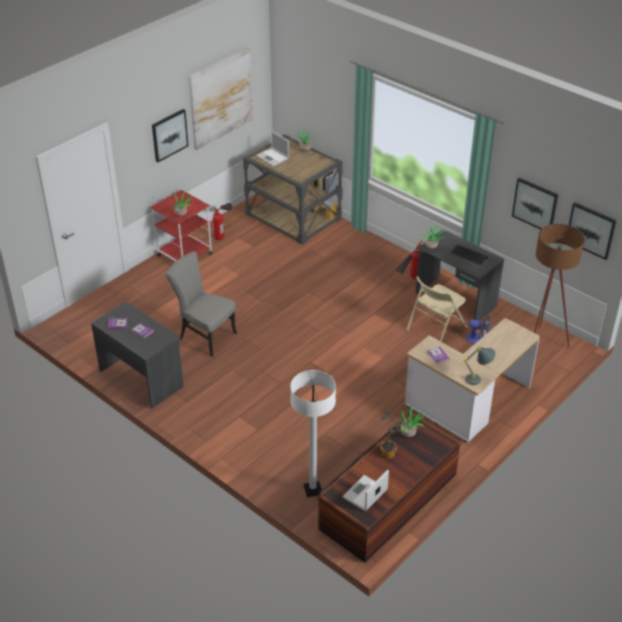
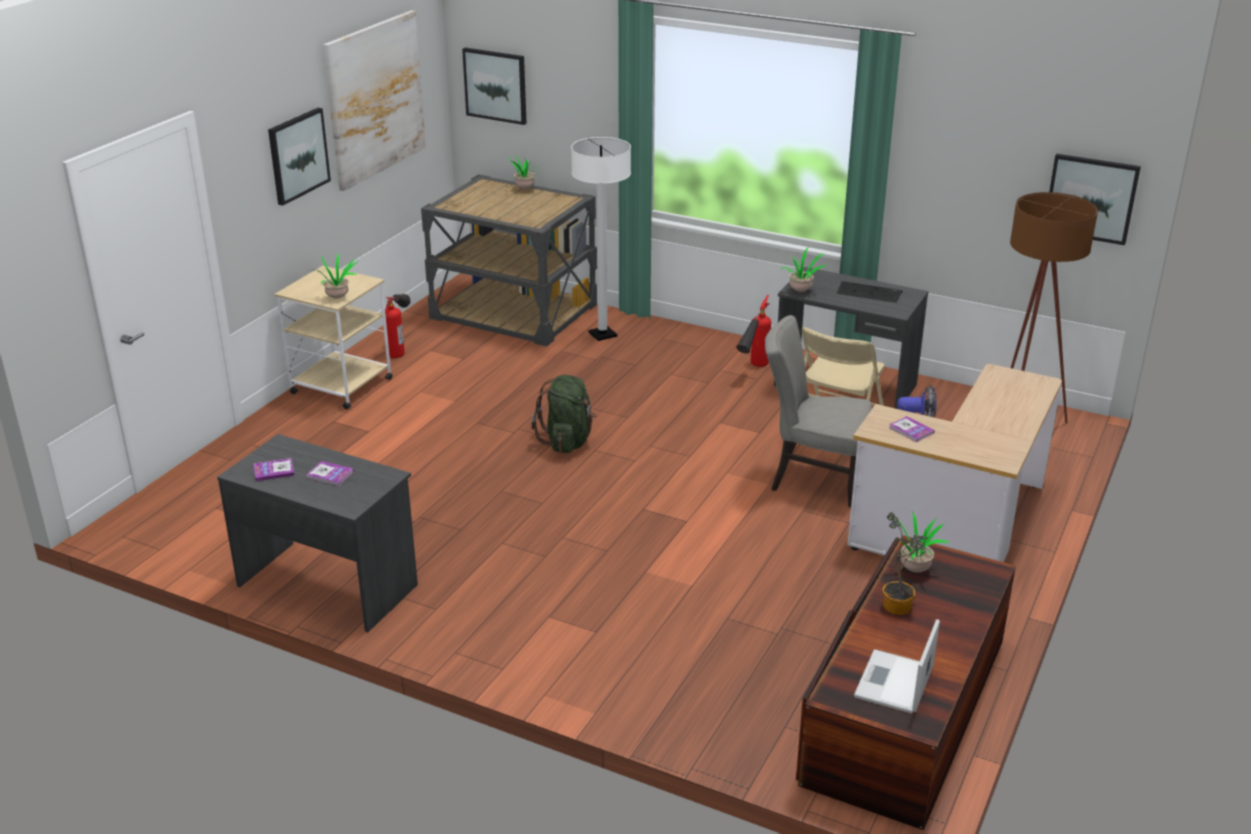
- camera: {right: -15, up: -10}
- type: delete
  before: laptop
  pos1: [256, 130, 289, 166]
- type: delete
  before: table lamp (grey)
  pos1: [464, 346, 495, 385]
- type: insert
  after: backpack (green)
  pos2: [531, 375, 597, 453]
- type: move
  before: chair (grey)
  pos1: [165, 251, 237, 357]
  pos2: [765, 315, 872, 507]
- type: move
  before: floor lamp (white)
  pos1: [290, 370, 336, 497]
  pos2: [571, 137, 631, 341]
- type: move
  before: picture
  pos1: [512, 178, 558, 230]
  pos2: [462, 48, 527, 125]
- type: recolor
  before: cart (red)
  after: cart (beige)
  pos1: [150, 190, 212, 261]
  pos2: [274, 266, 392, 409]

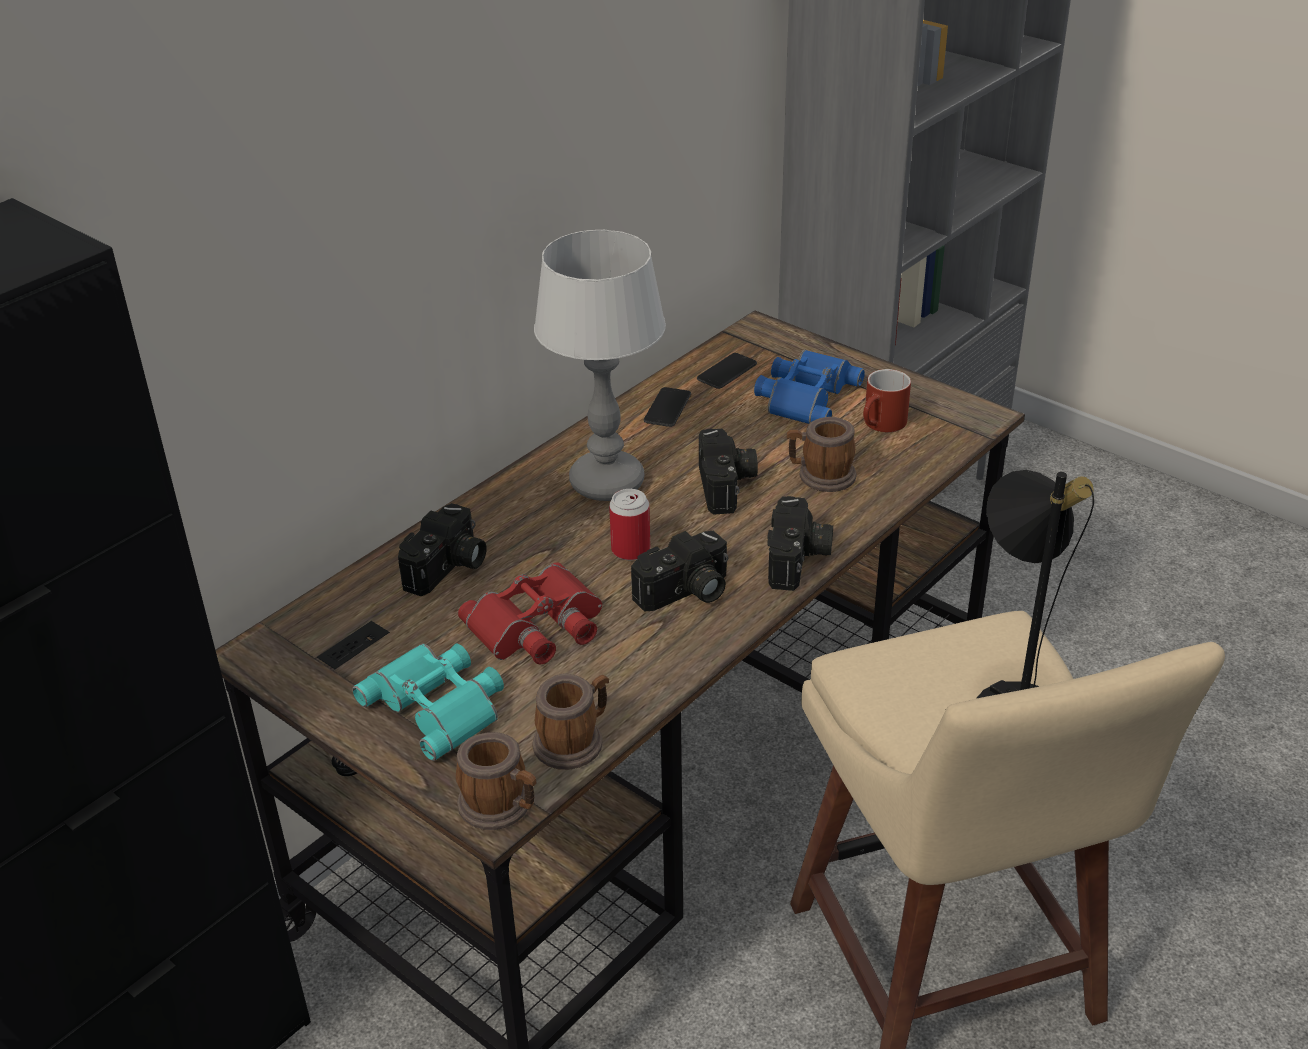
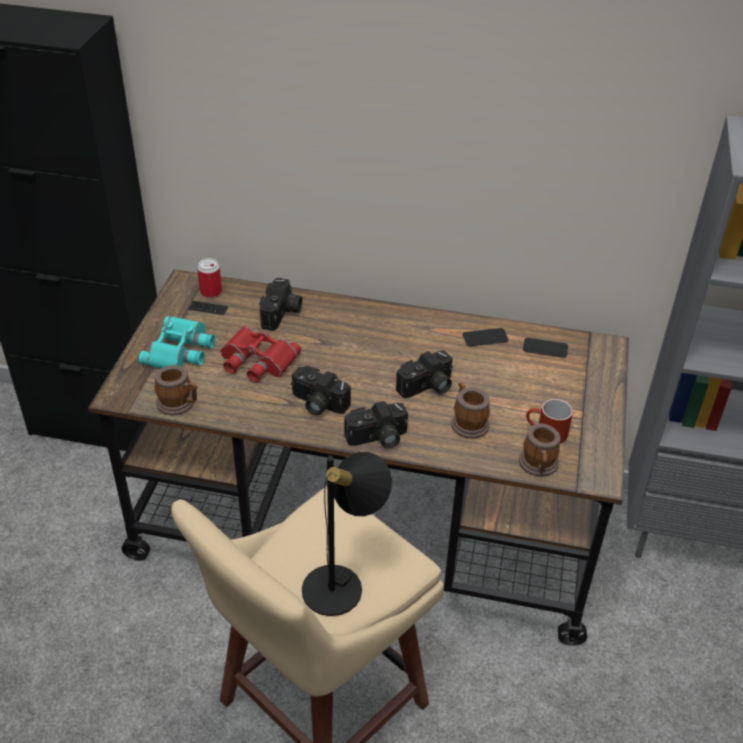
- camera: {right: 60, up: 5}
- type: delete
  before: table lamp
  pos1: [534, 230, 666, 501]
- type: delete
  before: binoculars (blue)
  pos1: [754, 350, 865, 424]
- type: move
  before: mug
  pos1: [456, 732, 536, 830]
  pos2: [519, 423, 561, 477]
- type: move
  before: can
  pos1: [609, 489, 650, 560]
  pos2: [197, 258, 222, 298]
- type: rotate
  before: photo camera
  pos1: [398, 503, 487, 596]
  pos2: [259, 278, 302, 331]
  turn: -75

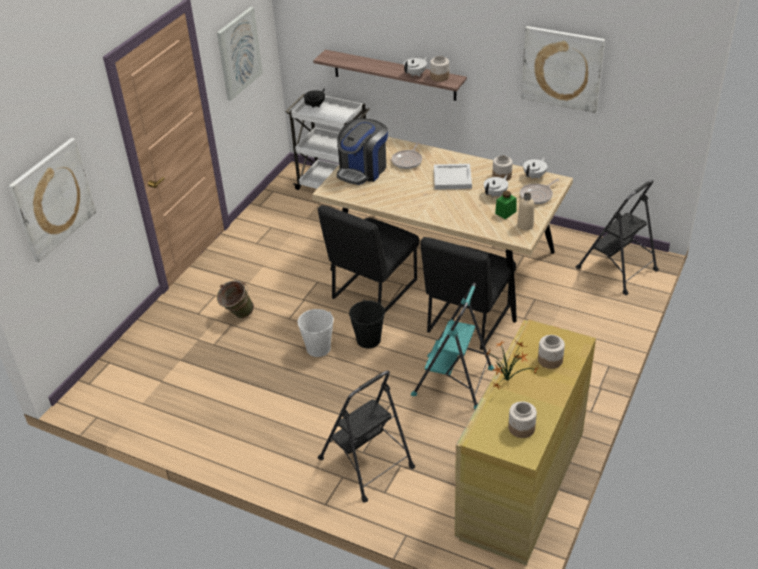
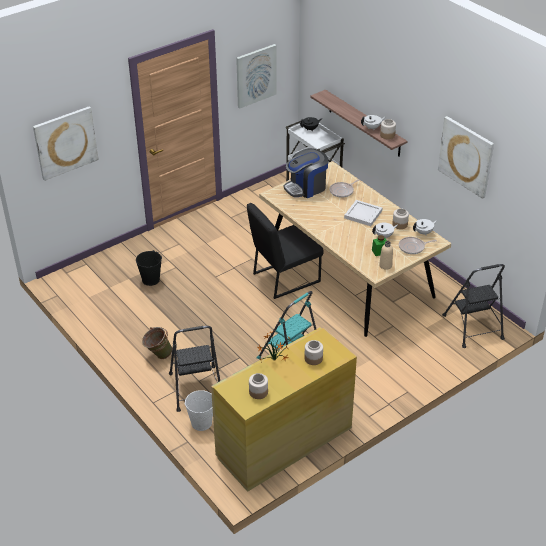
- camera: {right: 25, up: 0}
- type: delete
  before: chair (black)
  pos1: [420, 237, 516, 350]
- type: move
  before: bucket (green)
  pos1: [217, 280, 254, 318]
  pos2: [142, 327, 172, 359]
- type: move
  before: bucket (white)
  pos1: [298, 309, 334, 357]
  pos2: [185, 390, 213, 431]
- type: move
  before: bucket (black)
  pos1: [349, 299, 385, 348]
  pos2: [136, 251, 162, 286]

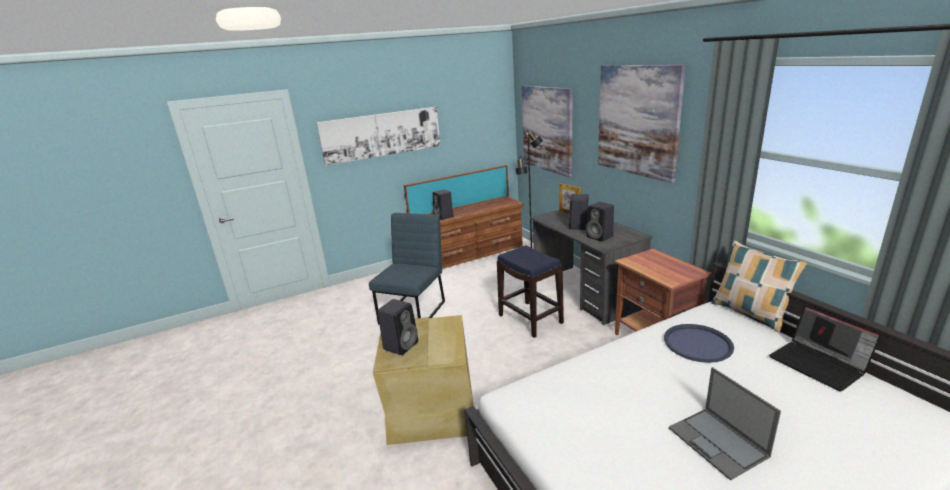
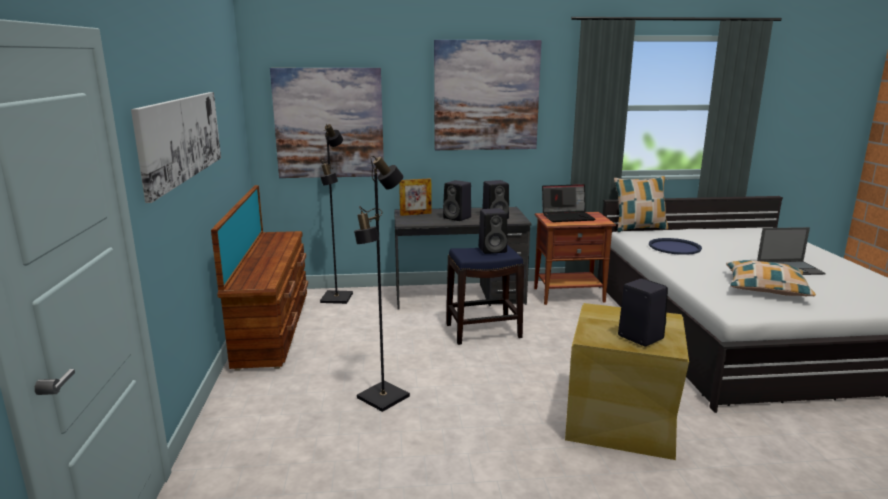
- camera: {right: -70, up: -5}
- type: insert
  after: pillow
  pos2: [726, 260, 816, 296]
- type: move
  before: speaker (black)
  pos1: [433, 189, 454, 220]
  pos2: [479, 208, 507, 254]
- type: move
  before: laptop
  pos1: [769, 305, 881, 391]
  pos2: [542, 184, 595, 222]
- type: replace
  before: chair (blue)
  after: floor lamp (black)
  pos1: [369, 213, 445, 324]
  pos2: [354, 156, 410, 412]

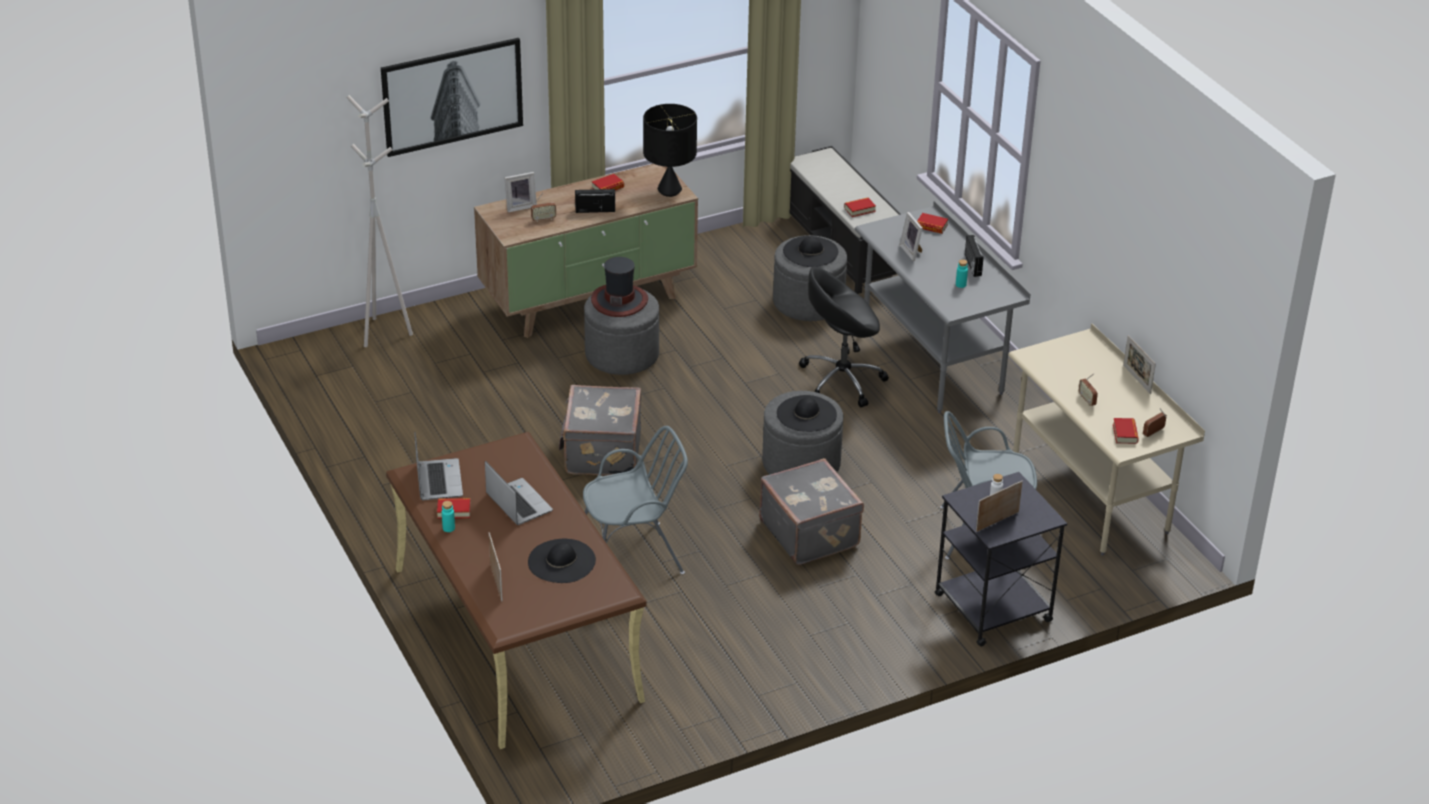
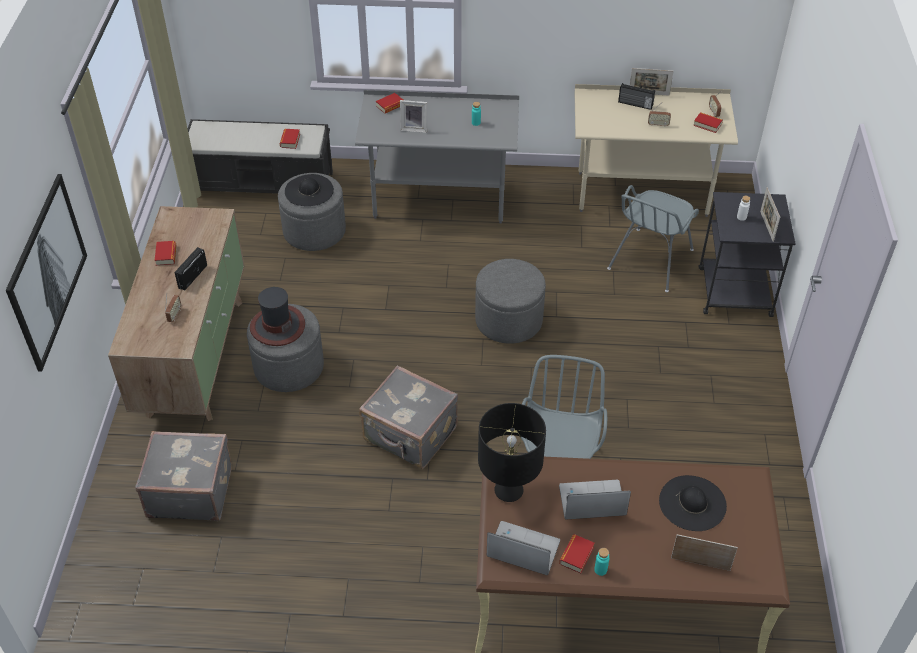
- camera: {right: -60, up: 10}
- type: delete
  before: clothes rack (grey)
  pos1: [347, 95, 413, 347]
- type: delete
  before: picture frame
  pos1: [504, 172, 537, 212]
- type: delete
  before: hat (black)
  pos1: [777, 395, 837, 432]
- type: delete
  before: office chair (black)
  pos1: [799, 267, 889, 407]
- type: move
  before: table lamp (black)
  pos1: [643, 104, 697, 197]
  pos2: [478, 403, 546, 502]
- type: move
  before: suitcase (grey)
  pos1: [759, 458, 864, 565]
  pos2: [135, 431, 232, 521]
- type: move
  before: radio
  pos1: [965, 235, 984, 277]
  pos2: [618, 83, 655, 110]

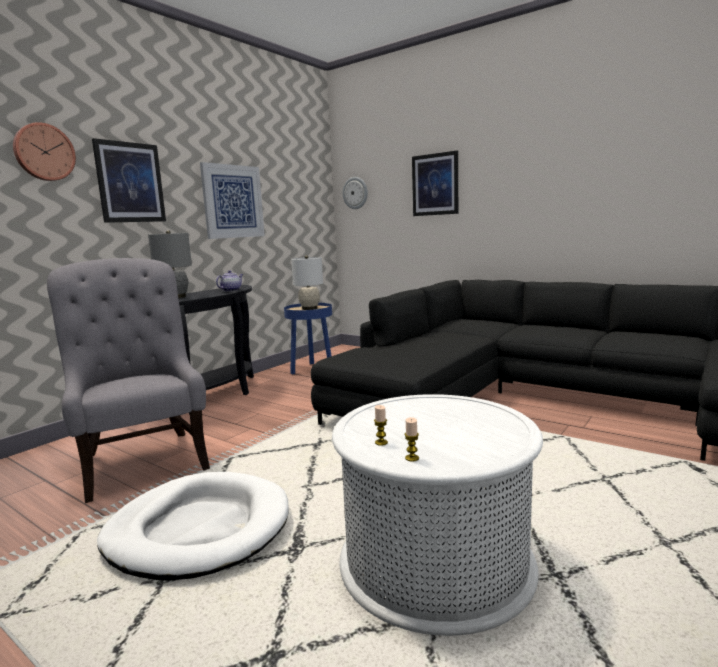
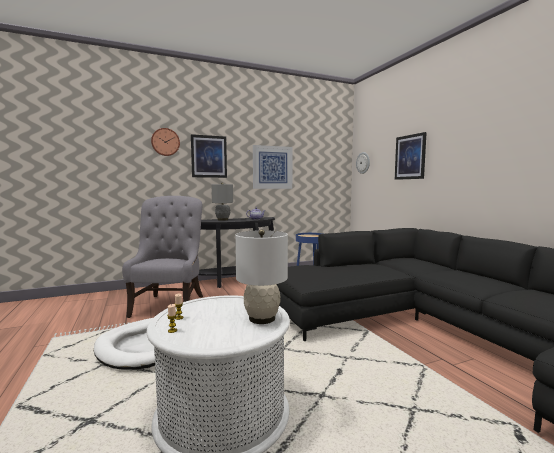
- camera: {right: 30, up: -5}
- type: move
  before: table lamp (white)
  pos1: [291, 255, 323, 310]
  pos2: [235, 229, 288, 324]

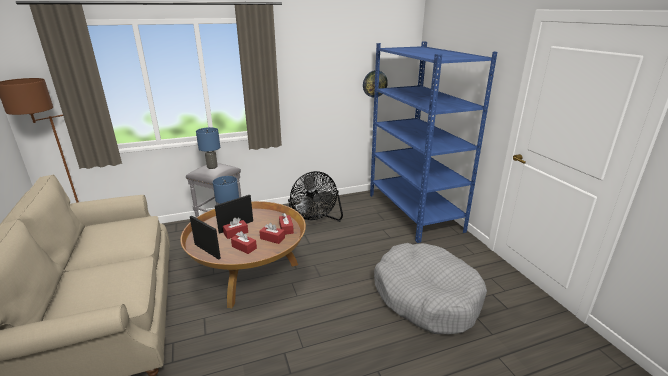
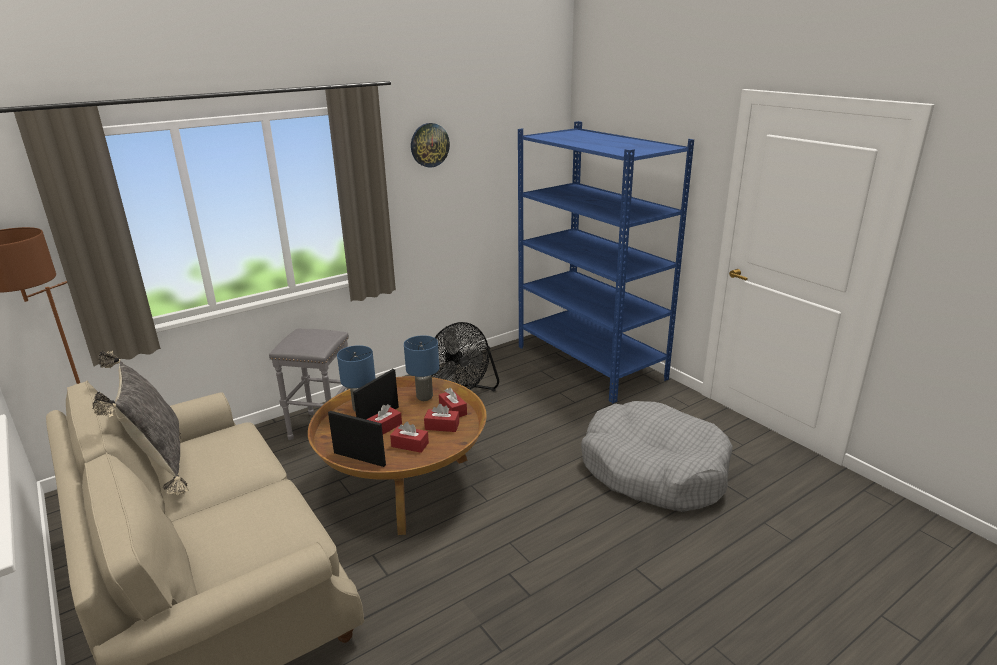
- camera: {right: -15, up: 0}
- type: insert
  after: pillow
  pos2: [93, 351, 189, 495]
- type: move
  before: table lamp (blue)
  pos1: [196, 127, 220, 169]
  pos2: [404, 335, 439, 401]
- type: move
  before: wall clock
  pos1: [363, 70, 388, 98]
  pos2: [411, 123, 450, 168]

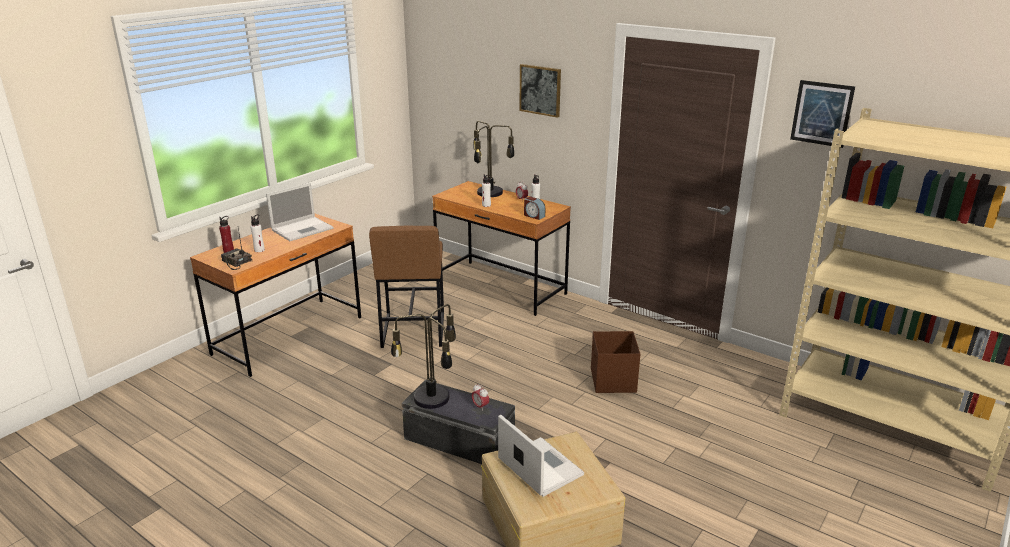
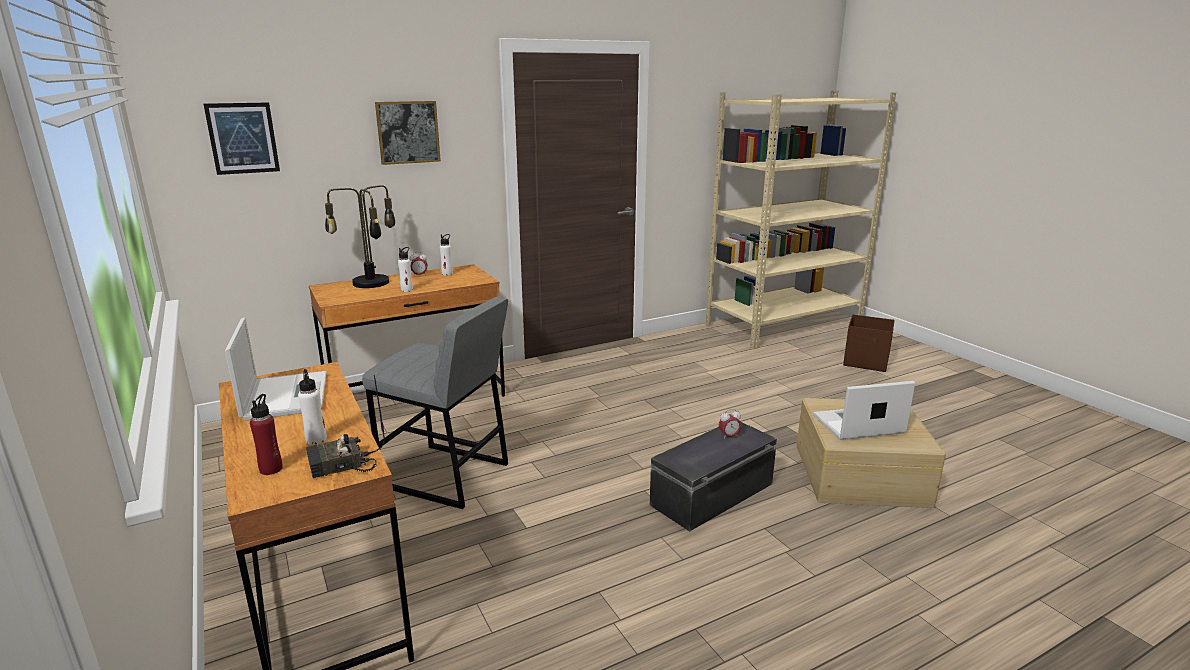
- camera: {right: -65, up: -5}
- type: delete
  before: table lamp
  pos1: [391, 304, 456, 409]
- type: delete
  before: alarm clock
  pos1: [524, 197, 545, 220]
- type: move
  before: storage box (brown)
  pos1: [591, 331, 640, 393]
  pos2: [843, 314, 895, 372]
- type: move
  before: picture
  pos1: [790, 80, 855, 148]
  pos2: [204, 102, 280, 175]
- type: recolor
  before: chair (brown)
  after: chair (grey)
  pos1: [369, 226, 444, 348]
  pos2: [362, 296, 508, 509]

